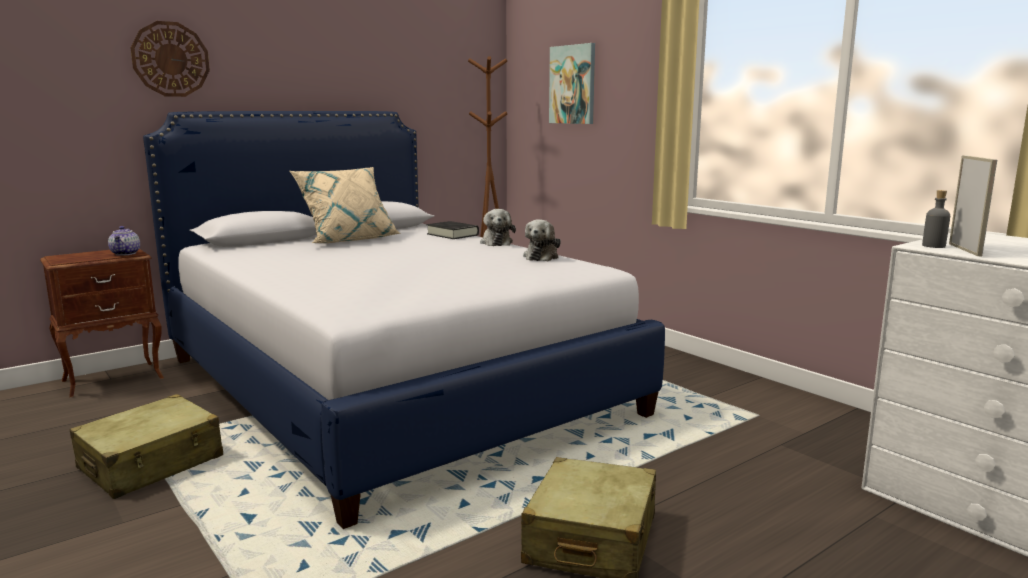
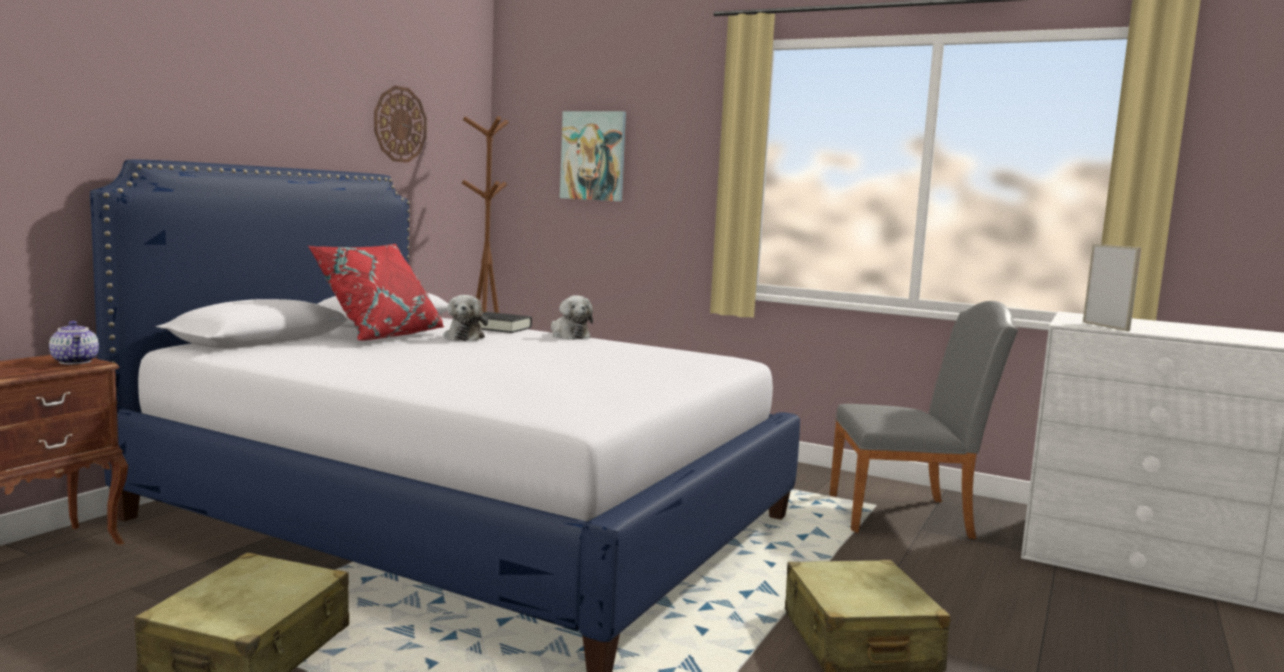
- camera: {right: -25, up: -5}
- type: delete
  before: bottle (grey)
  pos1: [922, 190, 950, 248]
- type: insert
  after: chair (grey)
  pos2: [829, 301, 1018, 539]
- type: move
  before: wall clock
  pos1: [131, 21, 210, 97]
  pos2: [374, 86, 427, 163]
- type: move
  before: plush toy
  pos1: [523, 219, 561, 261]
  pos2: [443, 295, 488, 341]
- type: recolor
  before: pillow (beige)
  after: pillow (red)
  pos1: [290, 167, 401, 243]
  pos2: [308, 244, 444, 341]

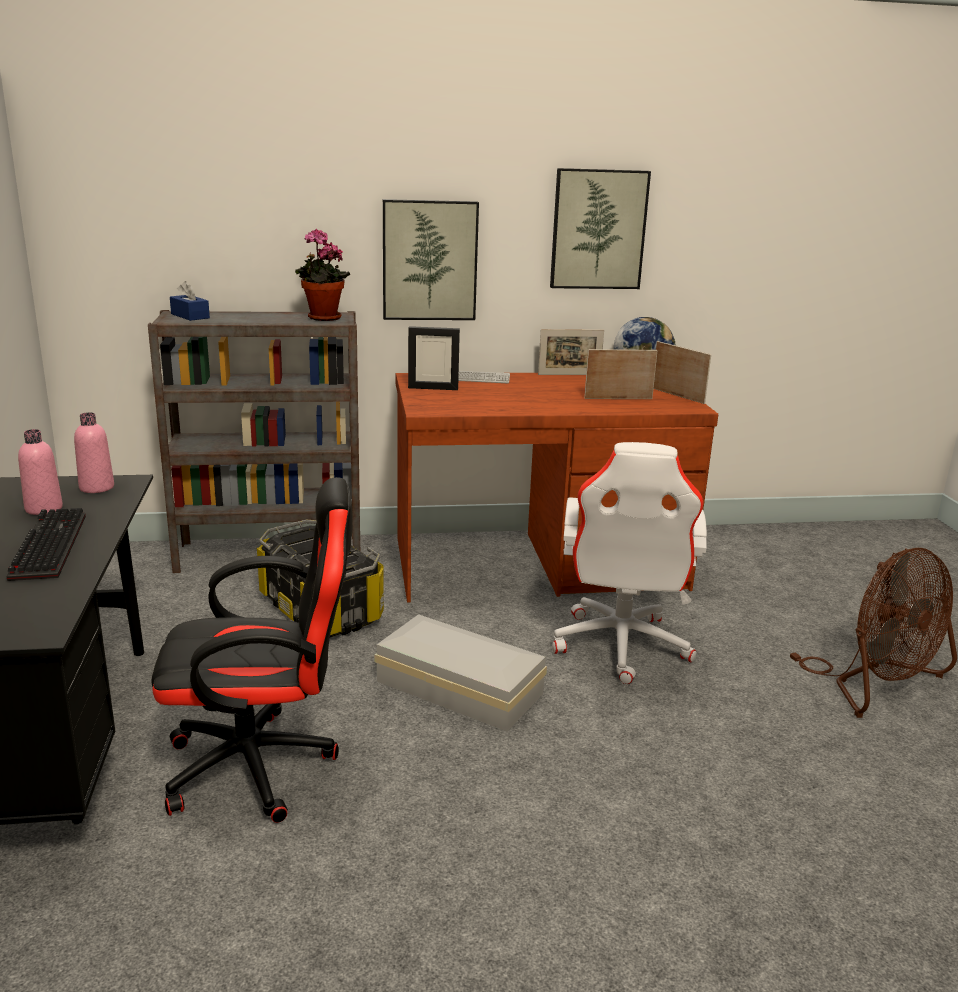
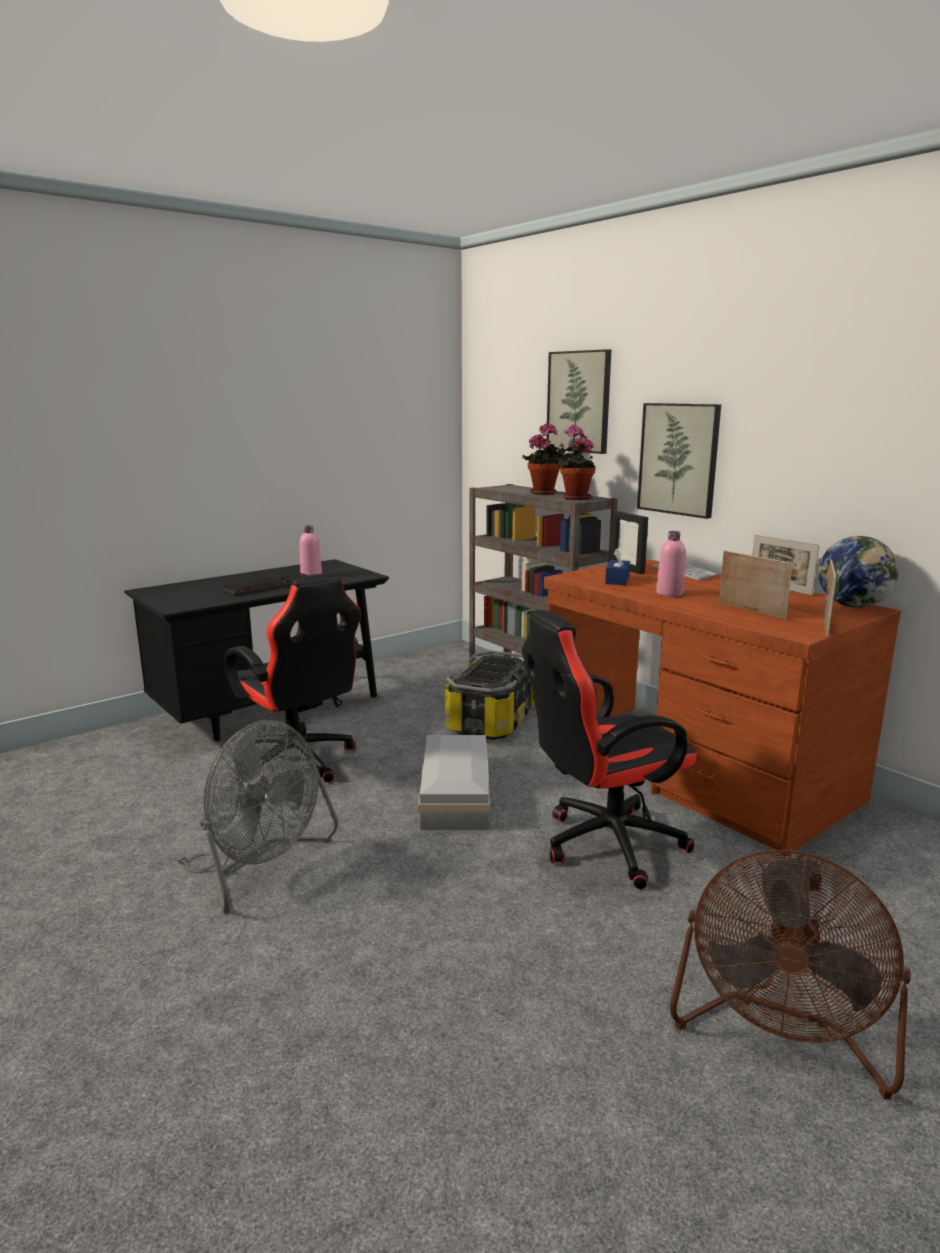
- camera: {right: 60, up: -5}
- type: insert
  after: fan (grey)
  pos2: [175, 720, 338, 914]
- type: insert
  after: potted plant
  pos2: [523, 423, 561, 495]
- type: move
  before: bottle (pink)
  pos1: [74, 412, 114, 493]
  pos2: [656, 531, 686, 597]
- type: move
  before: tissue box (blue)
  pos1: [170, 281, 210, 321]
  pos2: [605, 548, 630, 585]
- type: move
  before: picture
  pos1: [550, 168, 651, 289]
  pos2: [546, 349, 611, 454]
- type: recolor
  before: office chair (white)
  after: office chair (black)
  pos1: [552, 442, 707, 684]
  pos2: [522, 610, 696, 889]

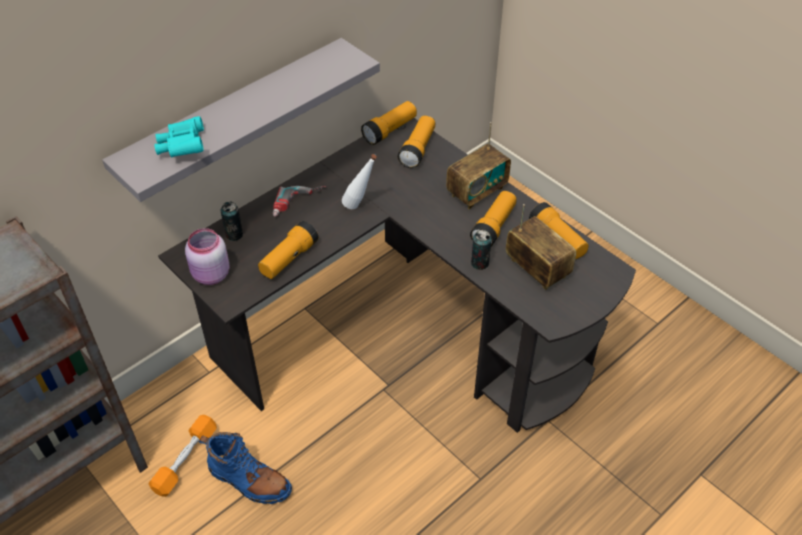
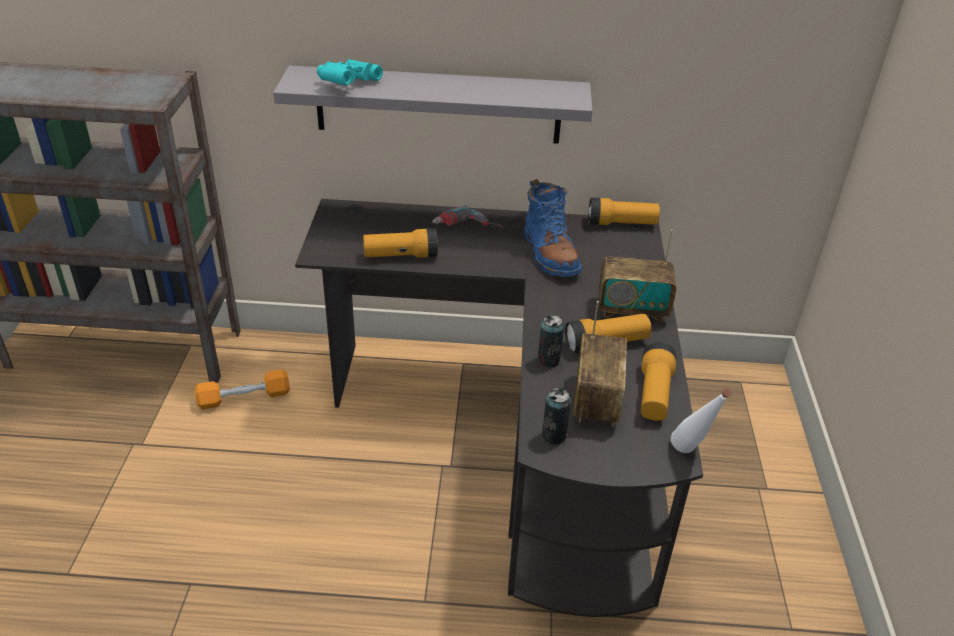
- camera: {right: 45, up: -10}
- type: delete
  before: jar (pink)
  pos1: [185, 228, 230, 285]
- type: delete
  before: flashlight
  pos1: [398, 116, 435, 168]
- type: move
  before: boot (blue)
  pos1: [199, 432, 292, 504]
  pos2: [524, 179, 582, 277]
- type: move
  before: can
  pos1: [221, 202, 243, 241]
  pos2: [542, 388, 571, 445]
- type: move
  before: bottle (white)
  pos1: [342, 154, 377, 209]
  pos2: [671, 388, 731, 453]

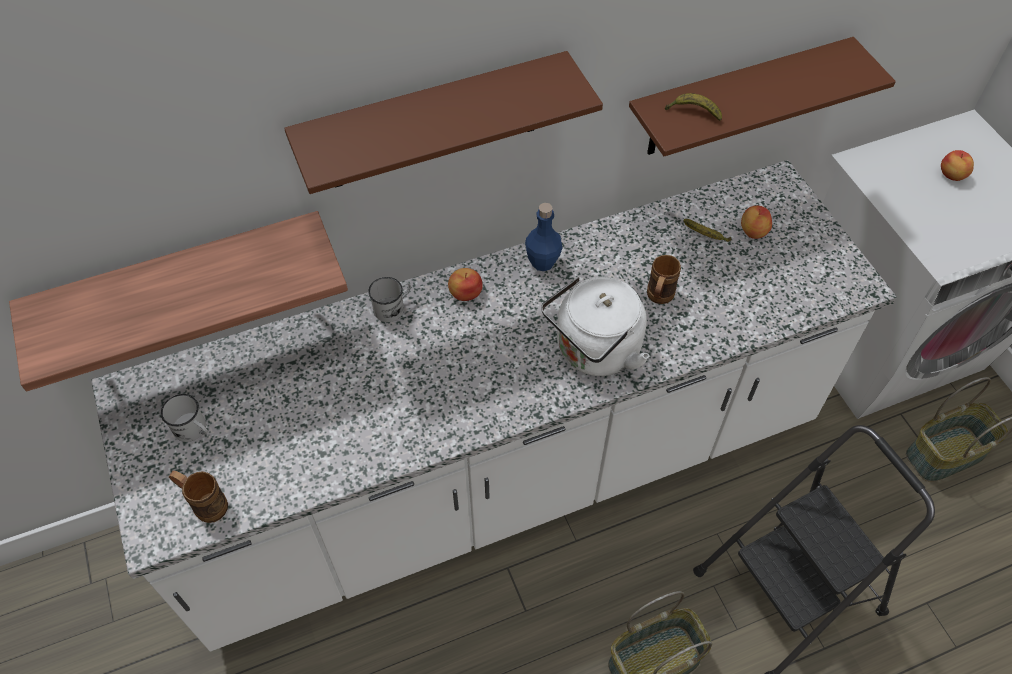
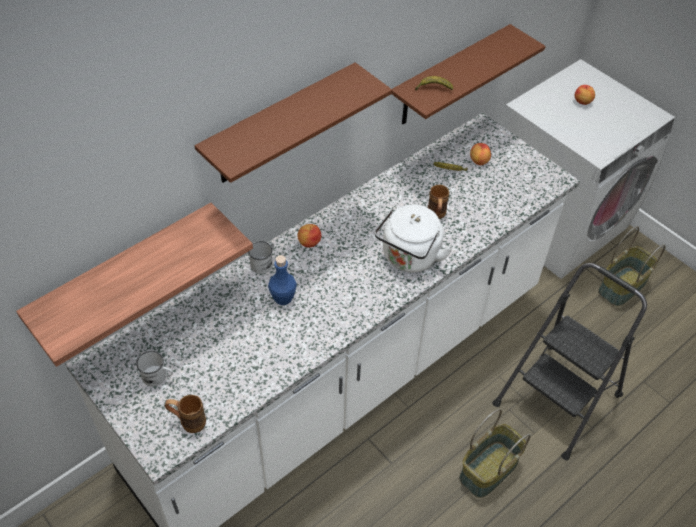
- camera: {right: -20, up: -5}
- type: move
  before: bottle (blue)
  pos1: [525, 203, 562, 271]
  pos2: [268, 255, 297, 305]

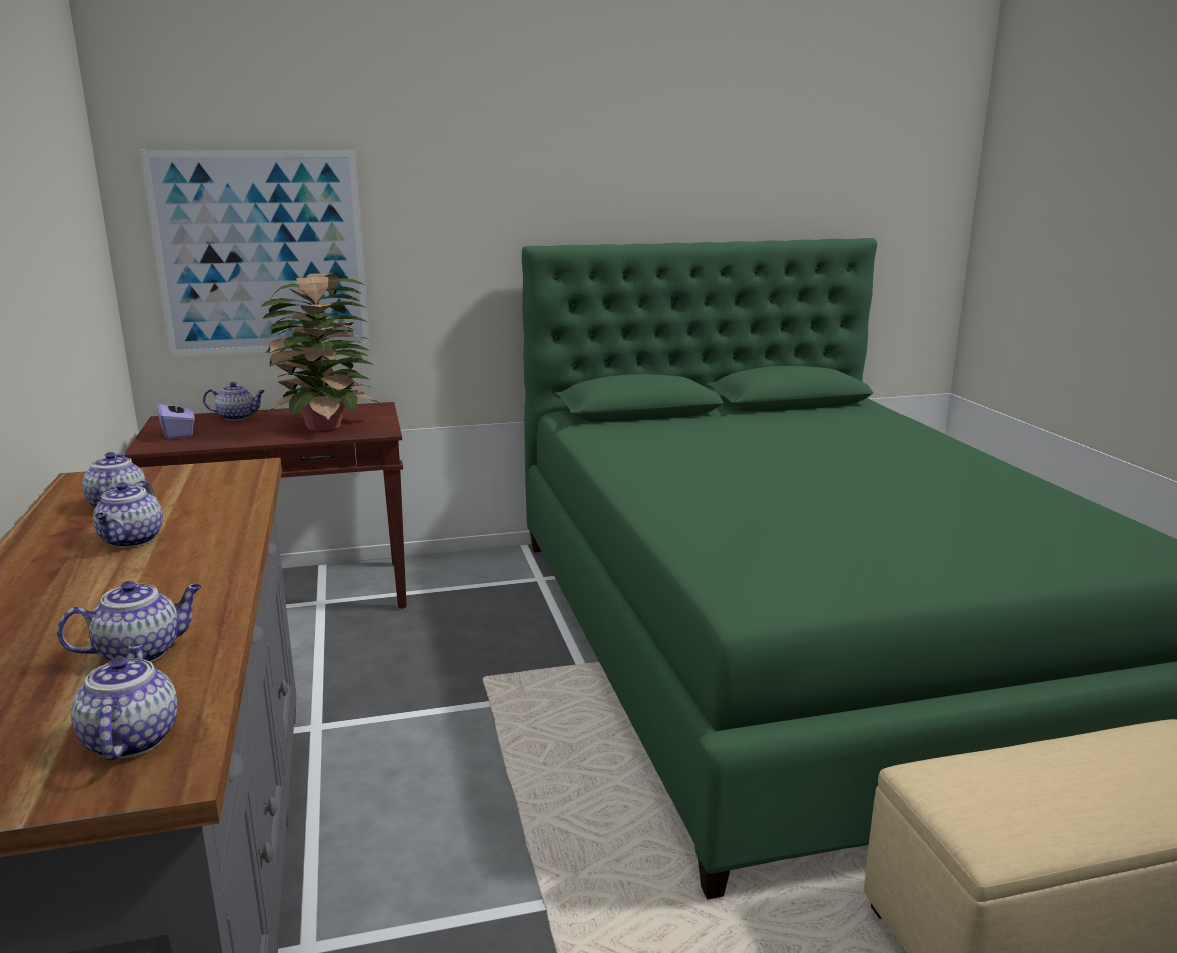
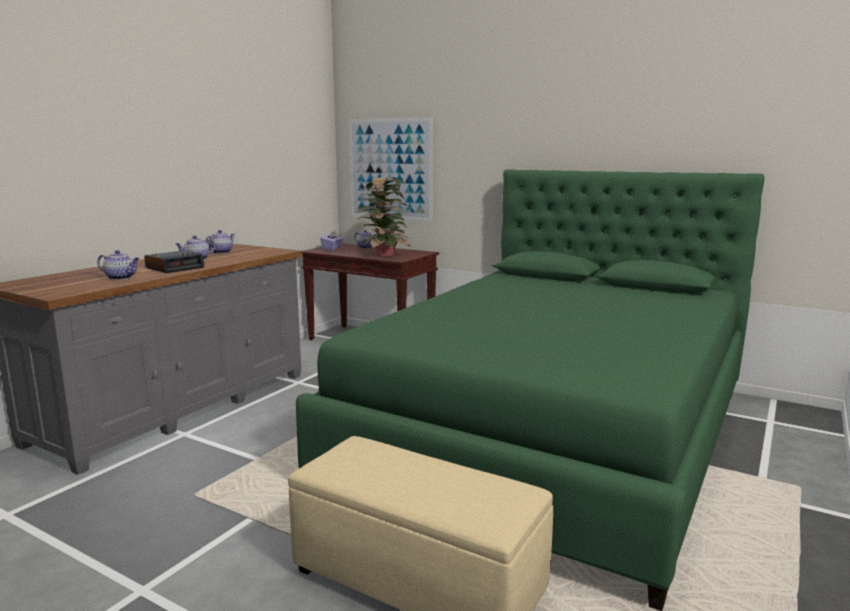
- camera: {right: 45, up: -5}
- type: delete
  before: teapot
  pos1: [71, 644, 178, 760]
- type: insert
  after: alarm clock
  pos2: [144, 250, 205, 273]

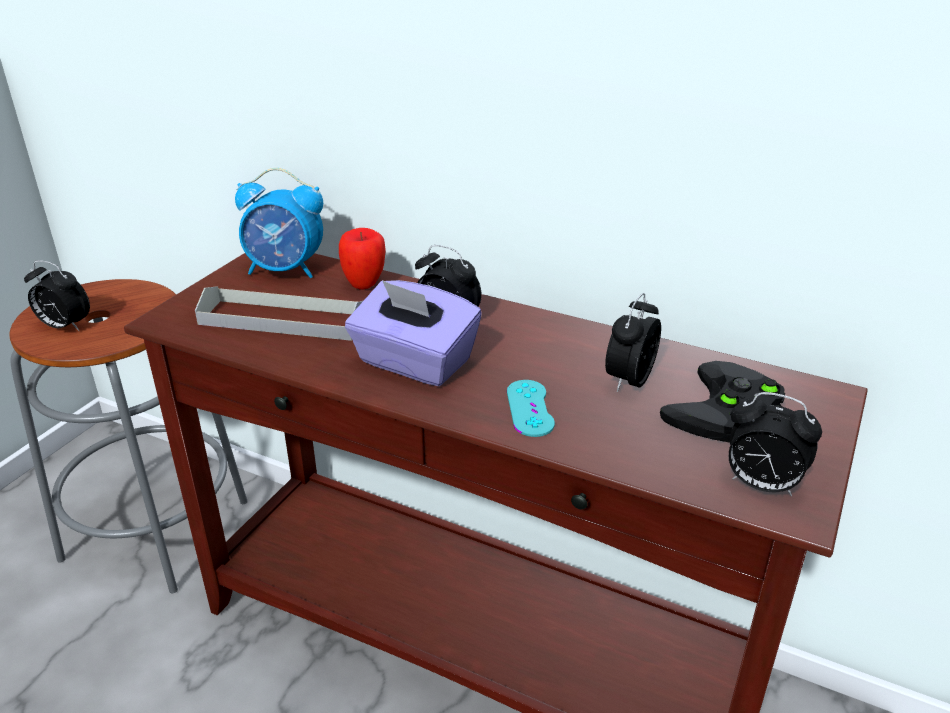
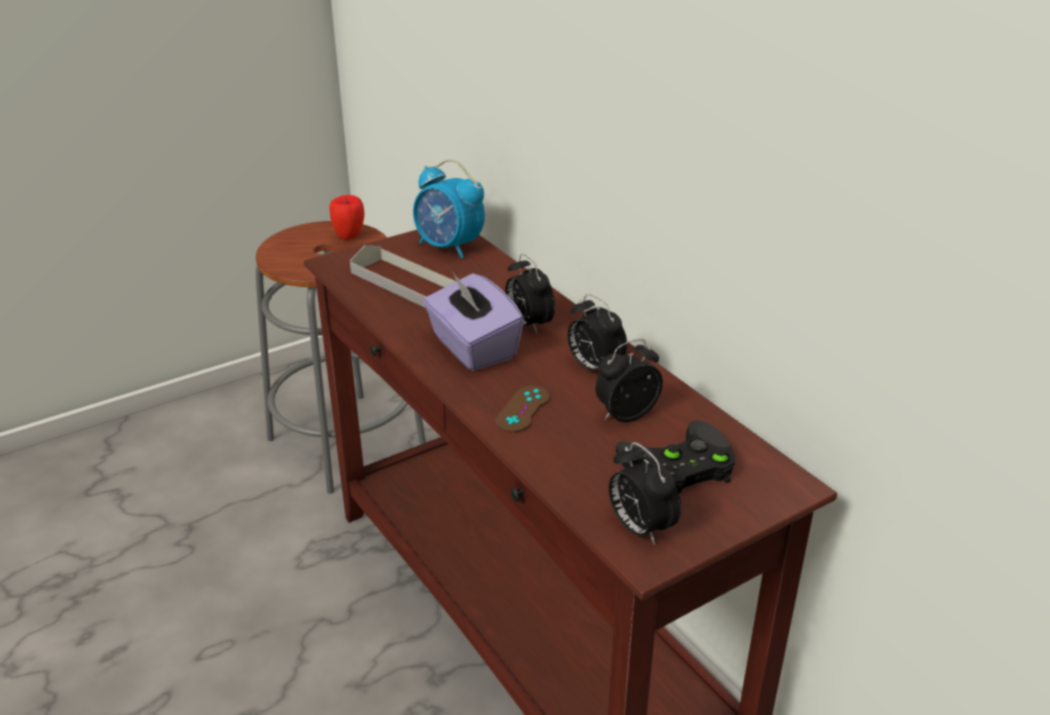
- camera: {right: 30, up: 0}
- type: move
  before: alarm clock
  pos1: [24, 260, 90, 331]
  pos2: [567, 294, 627, 370]
- type: move
  before: apple
  pos1: [339, 228, 385, 290]
  pos2: [329, 195, 364, 240]
- type: recolor
  before: game controller (turquoise)
  after: game controller (brown)
  pos1: [507, 380, 555, 437]
  pos2: [495, 386, 550, 433]

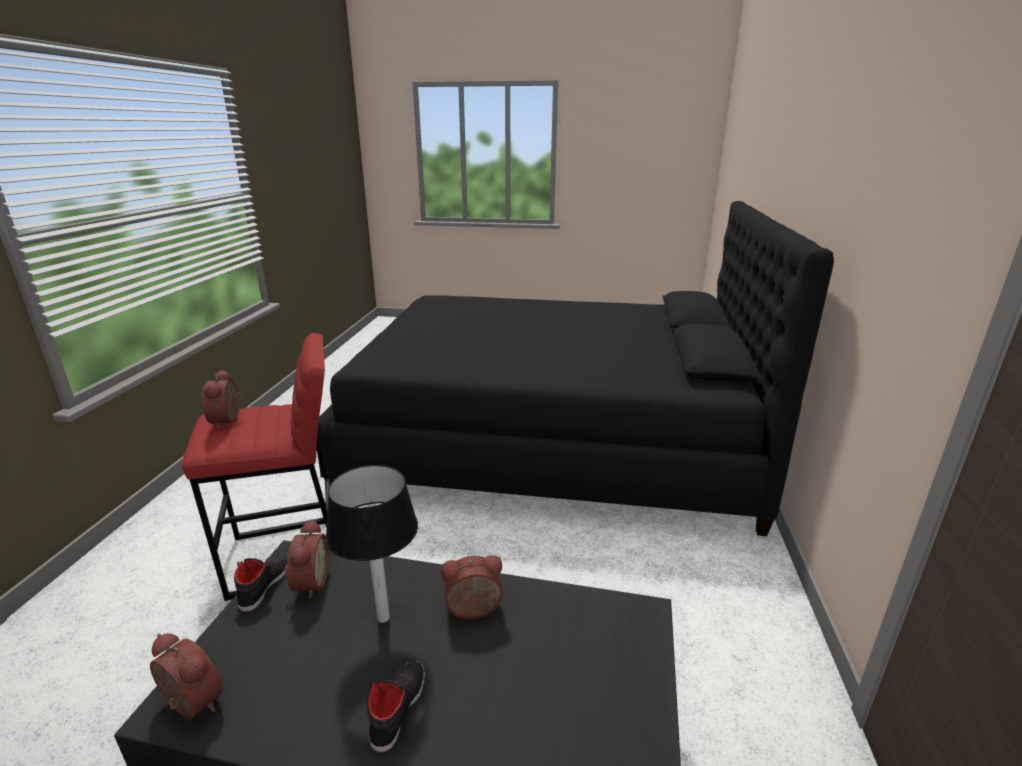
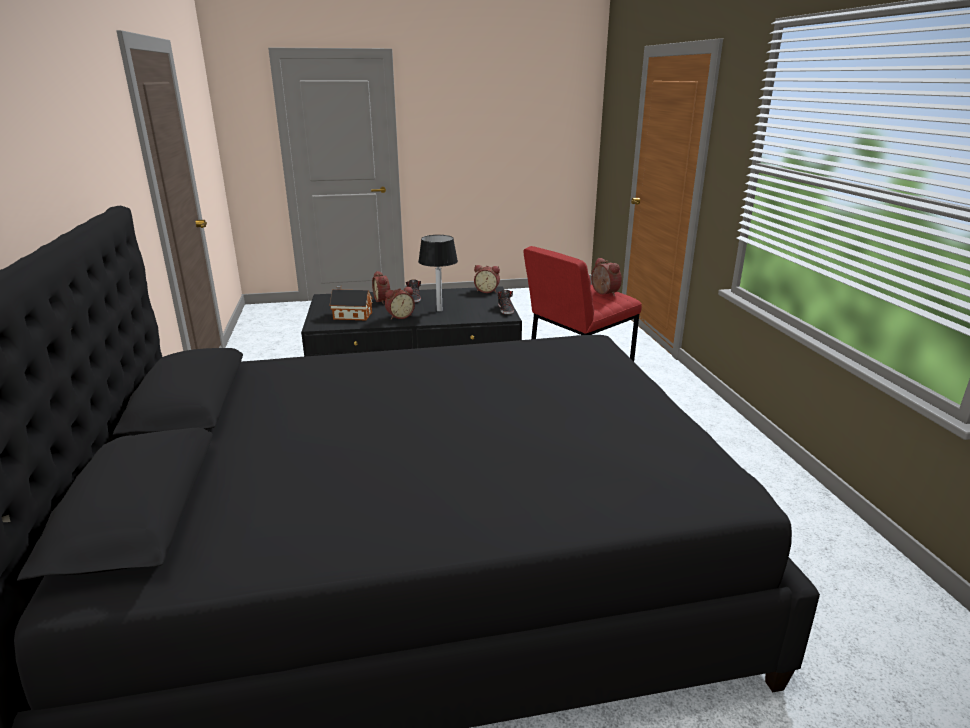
- camera: {right: 160, up: 0}
- type: insert
  after: toy house
  pos2: [330, 286, 372, 321]
- type: move
  before: alarm clock
  pos1: [284, 519, 329, 599]
  pos2: [372, 271, 390, 304]

